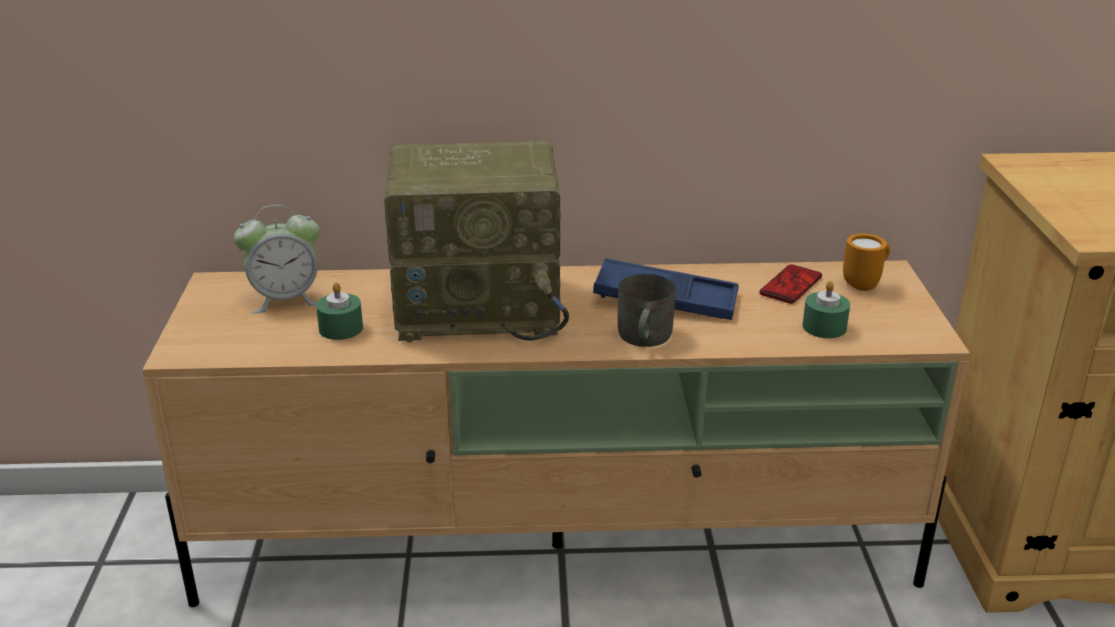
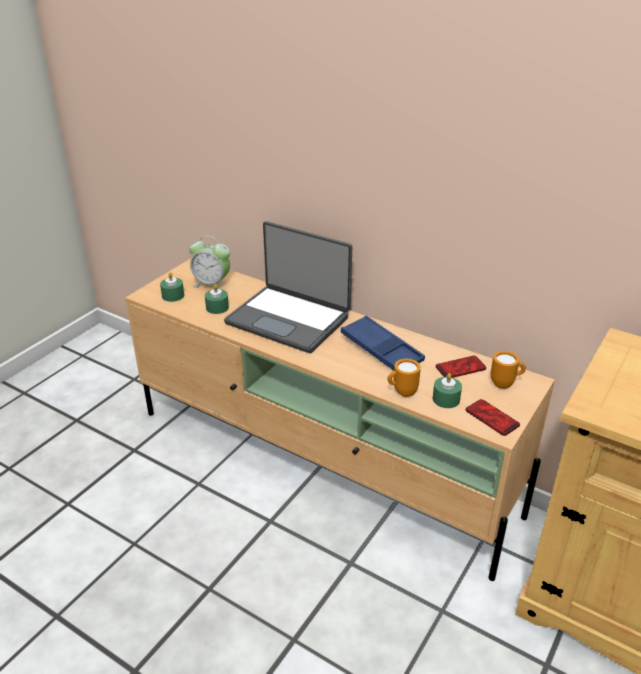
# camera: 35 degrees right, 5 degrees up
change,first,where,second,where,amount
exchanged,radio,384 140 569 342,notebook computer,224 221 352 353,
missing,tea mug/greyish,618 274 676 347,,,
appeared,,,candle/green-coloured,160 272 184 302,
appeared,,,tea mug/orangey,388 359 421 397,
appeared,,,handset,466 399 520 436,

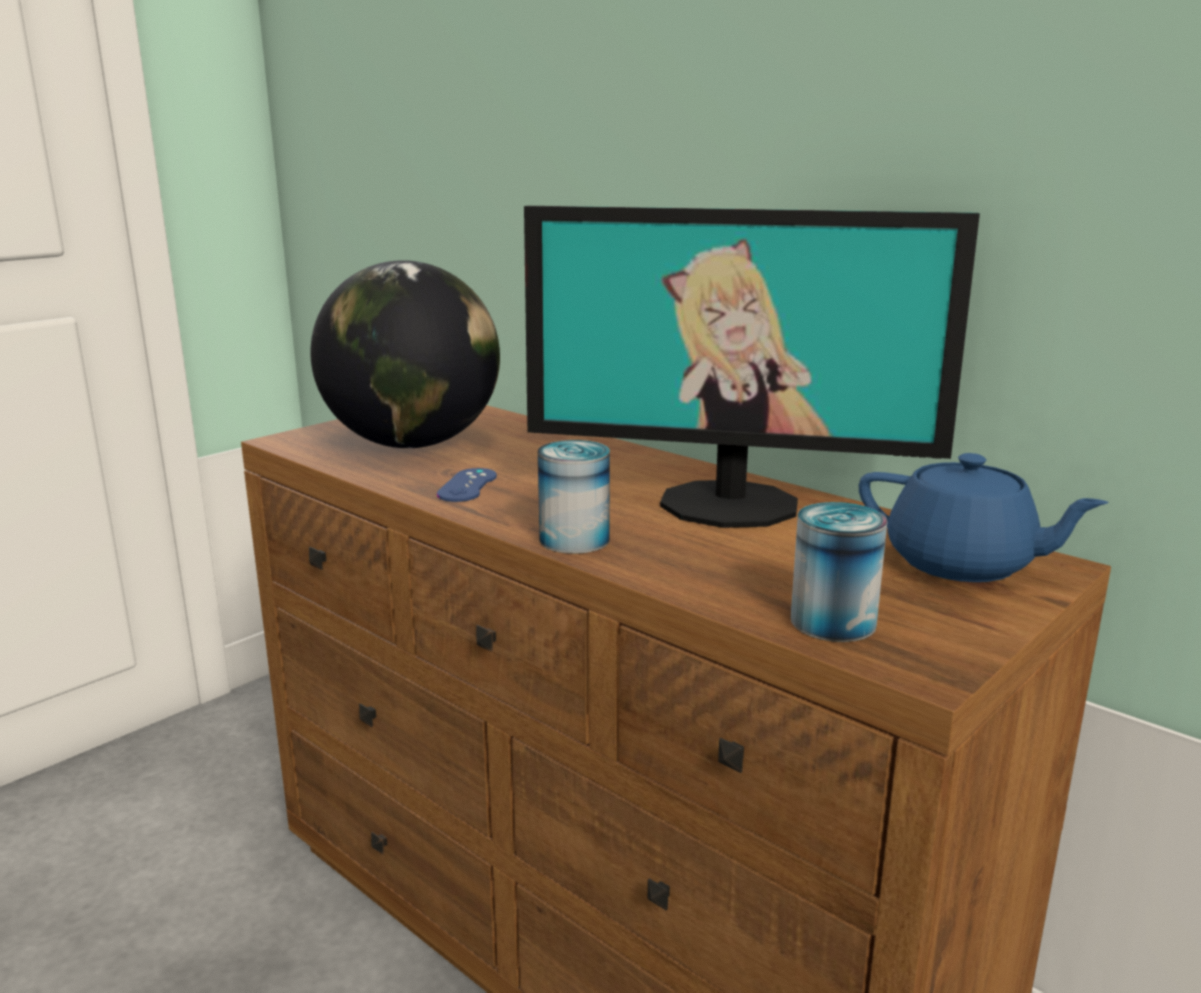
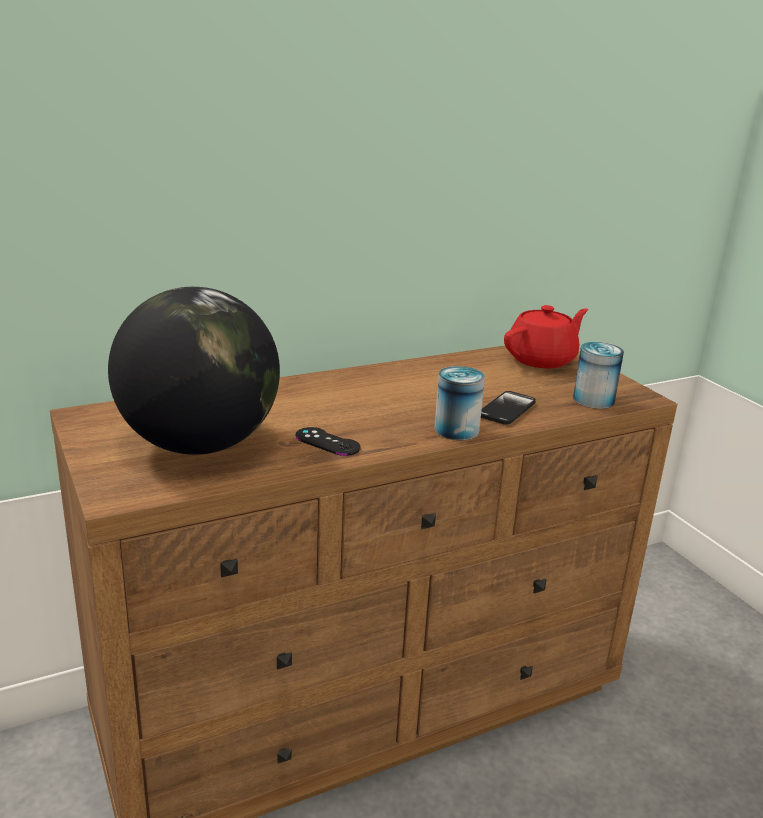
# camera: 70 degrees left, 5 degrees up
change,first,where,second,where,amount
missing,computer screen,524 206 980 528,,,
colour,pot for tea/blue,859 453 1109 582,pot for tea/red,504 305 589 369,
colour,game controller/blue,437 468 497 502,game controller/blackish,295 427 361 456,
appeared,,,handset,481 391 536 425,

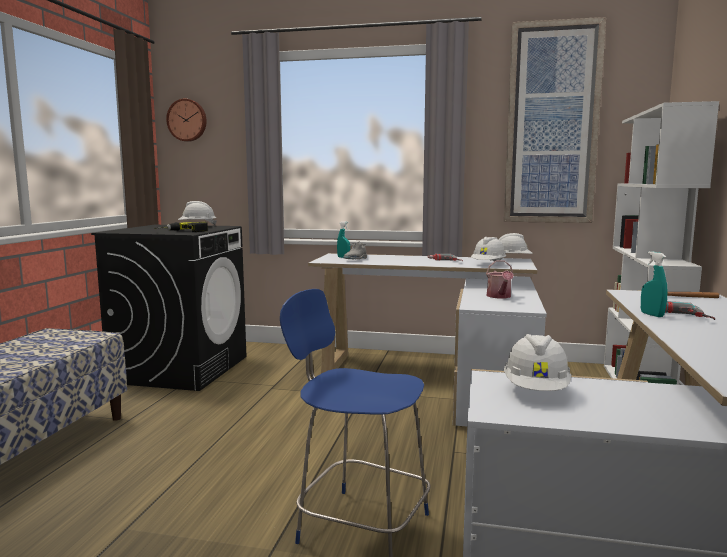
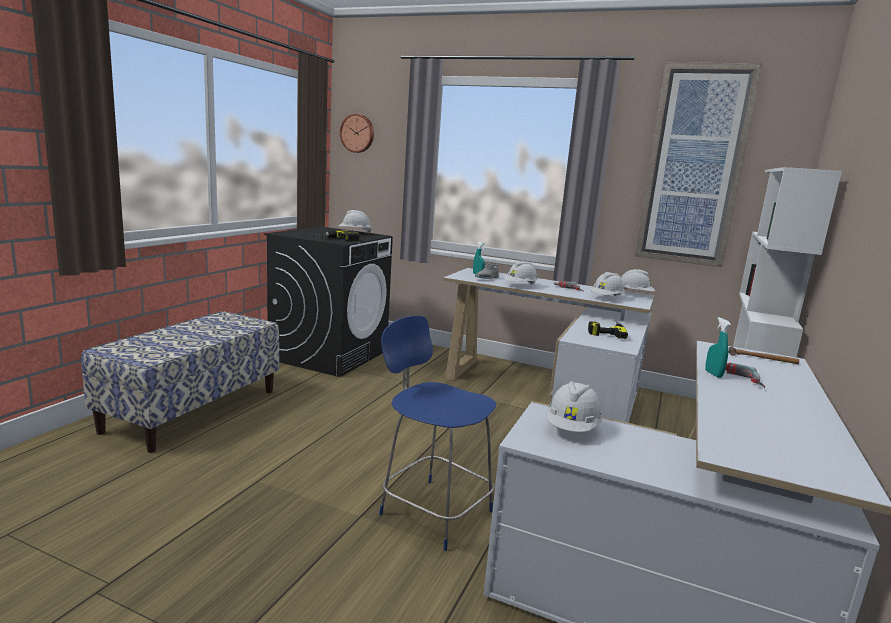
# camera: 10 degrees right, 5 degrees up
change,first,where,second,where,amount
exchanged,watering pot,486 260 514 298,drill,588 321 628 339,
appeared,,,work helmet/white,503 261 538 285,

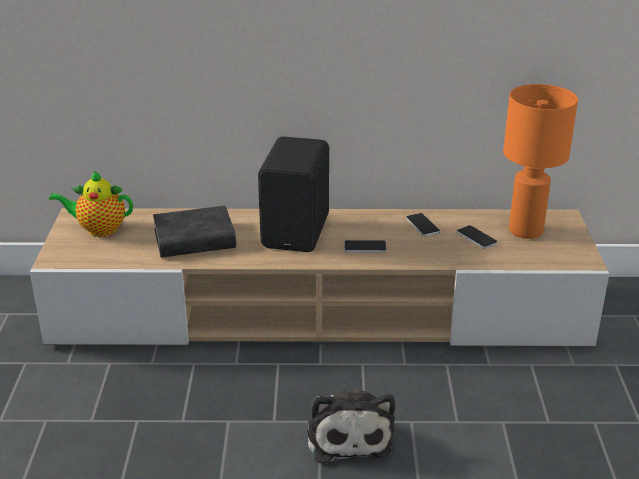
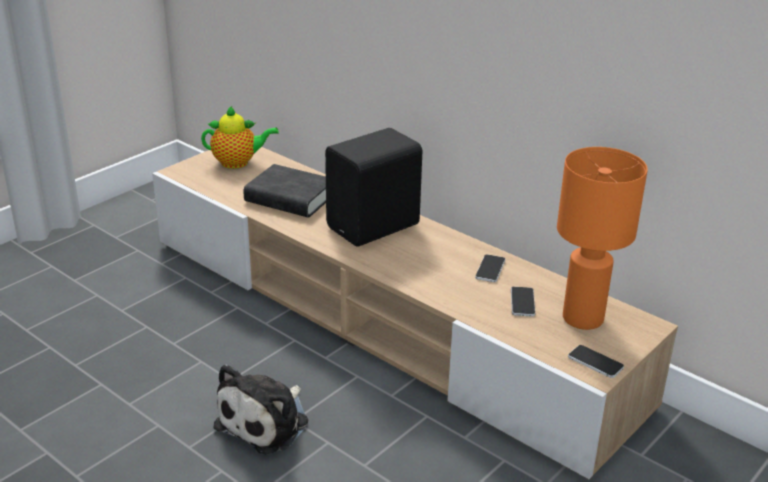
# camera: 40 degrees right, 0 degrees up
change,first,where,second,where,amount
spun,pot for tea,49 170 133 237,,201 106 279 169,135 degrees clockwise
relocated,handset,344 240 387 253,,568 345 624 378,

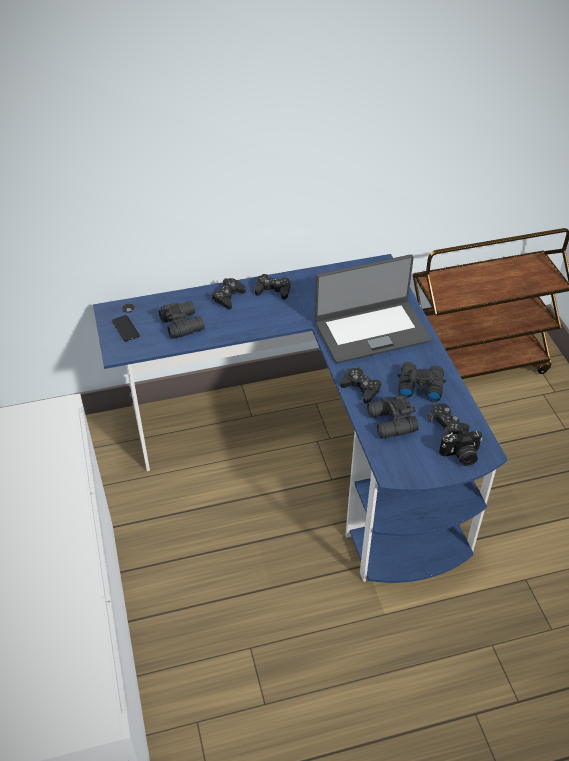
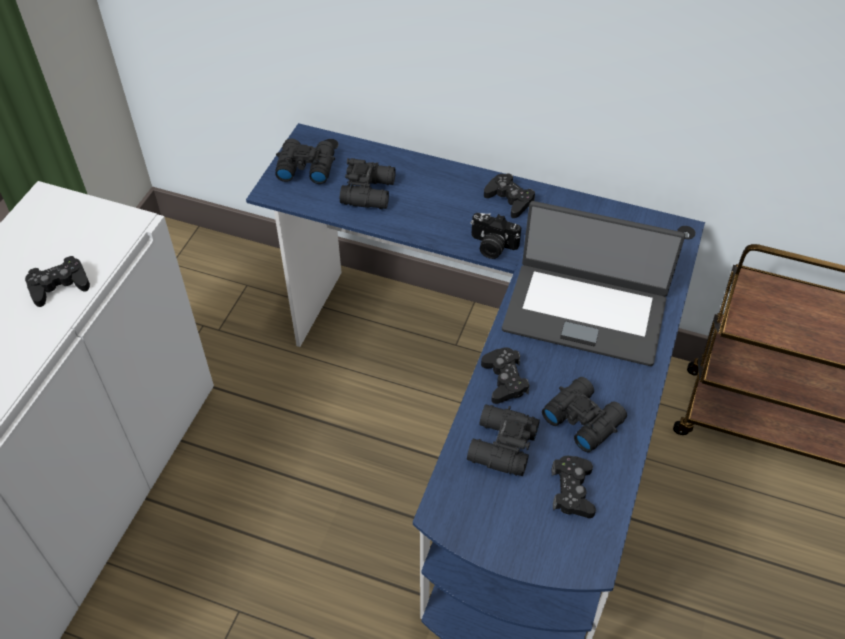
# camera: 35 degrees right, 5 degrees up
change,first,where,second,where,amount
relocated,game controller/blackish,212 278 246 309,,25 256 90 307,
exchanged,handset,112 315 140 341,binoculars/blackish,275 138 335 184,
relocated,photo camera,439 430 482 466,,471 213 521 259,

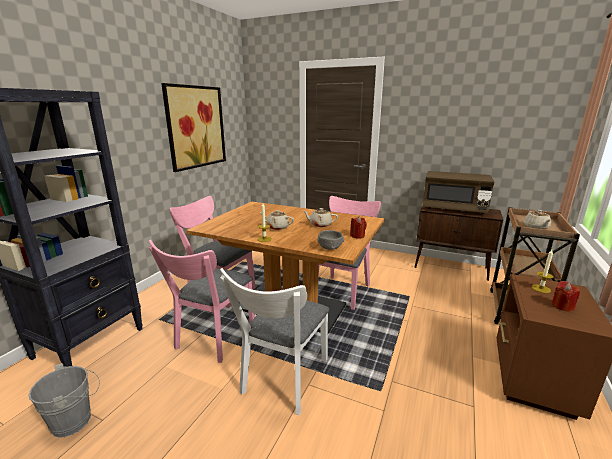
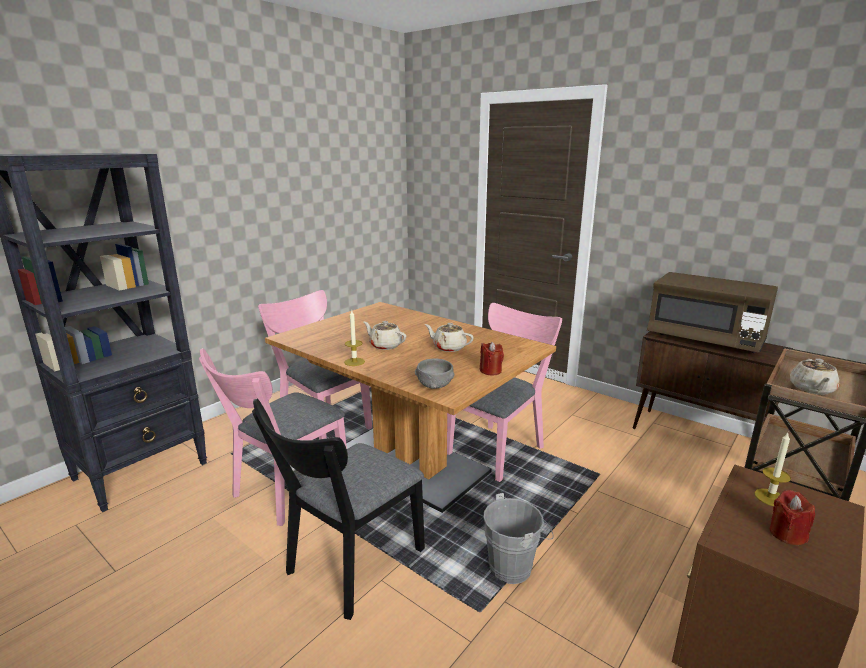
# camera: 15 degrees right, 0 degrees up
change,first,where,second,where,amount
missing,picture,161 83 226 172,,,
colour,chair/white,220 268 329 415,chair/blackish,252 399 425 620,
relocated,water bucket/greyish,28 363 100 438,,483 493 554 584,

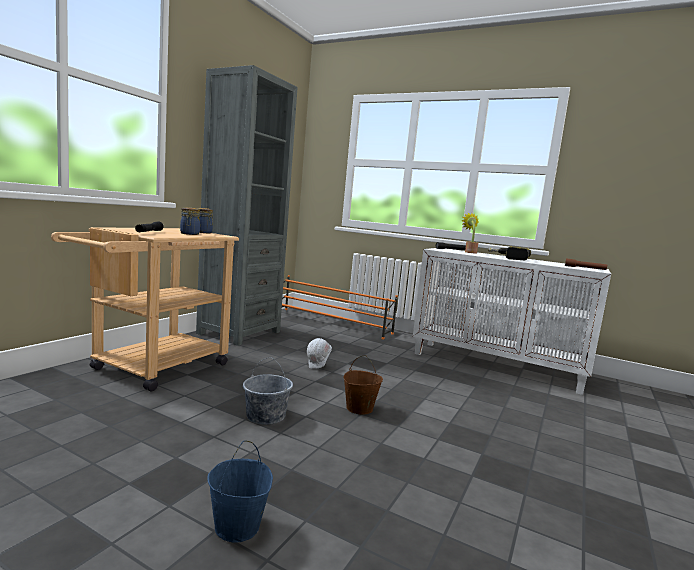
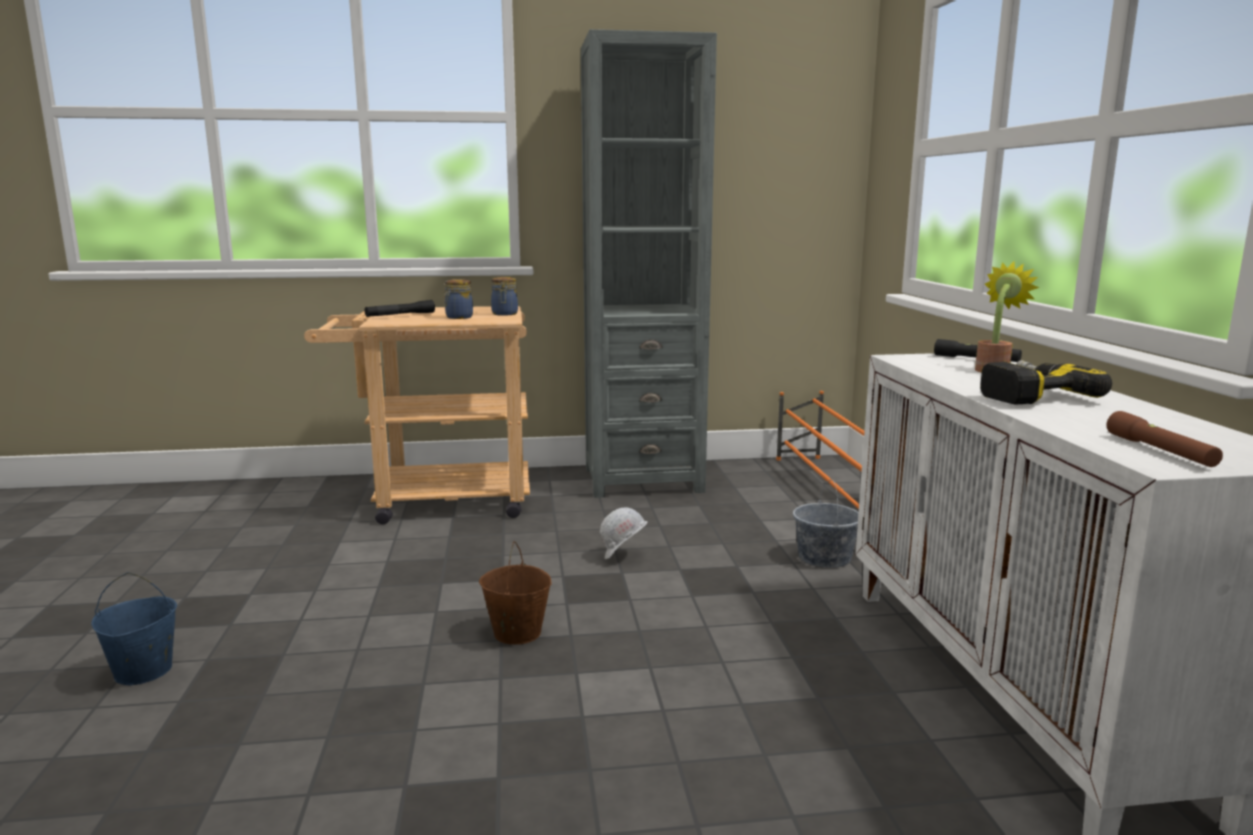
# camera: 55 degrees right, 5 degrees up
change,first,where,second,where,amount
relocated,water bucket/greyish,243 358 293 425,,793 480 859 568,

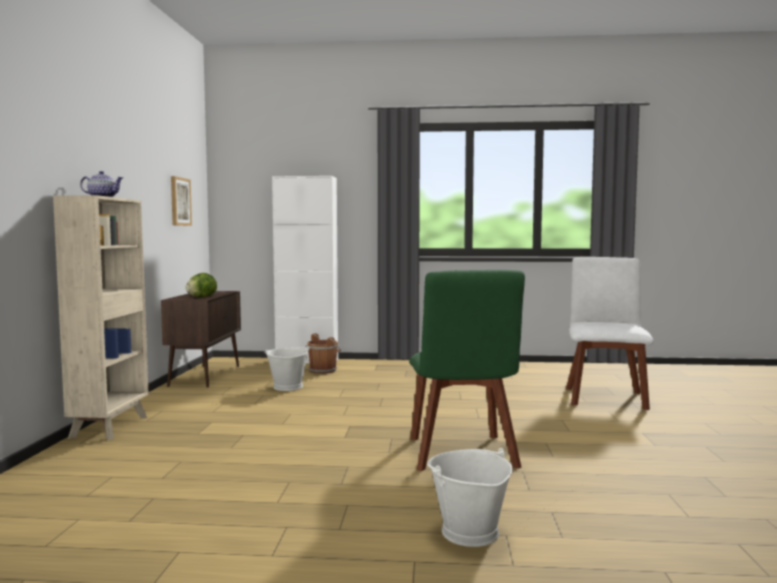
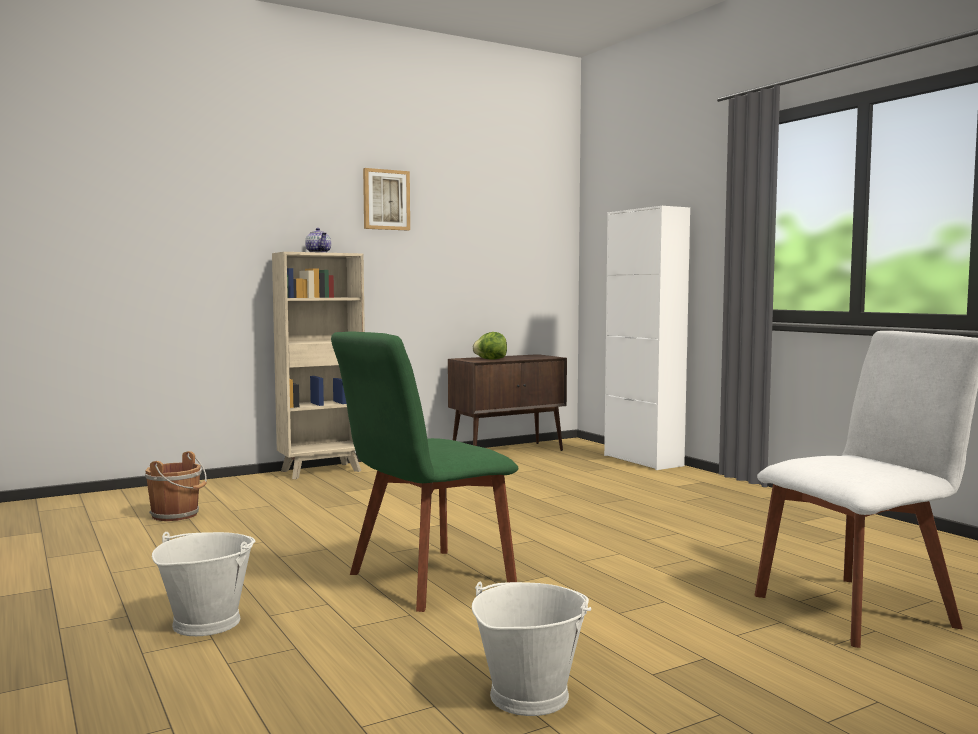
# camera: 55 degrees right, 0 degrees up
change,first,where,second,where,amount
relocated,picture,171 176 192 226,,363 168 410 231,
relocated,water bucket/brownish,306 333 341 374,,145 451 207 521,
relocated,water bucket/white,264 346 310 391,,472 582 592 716,

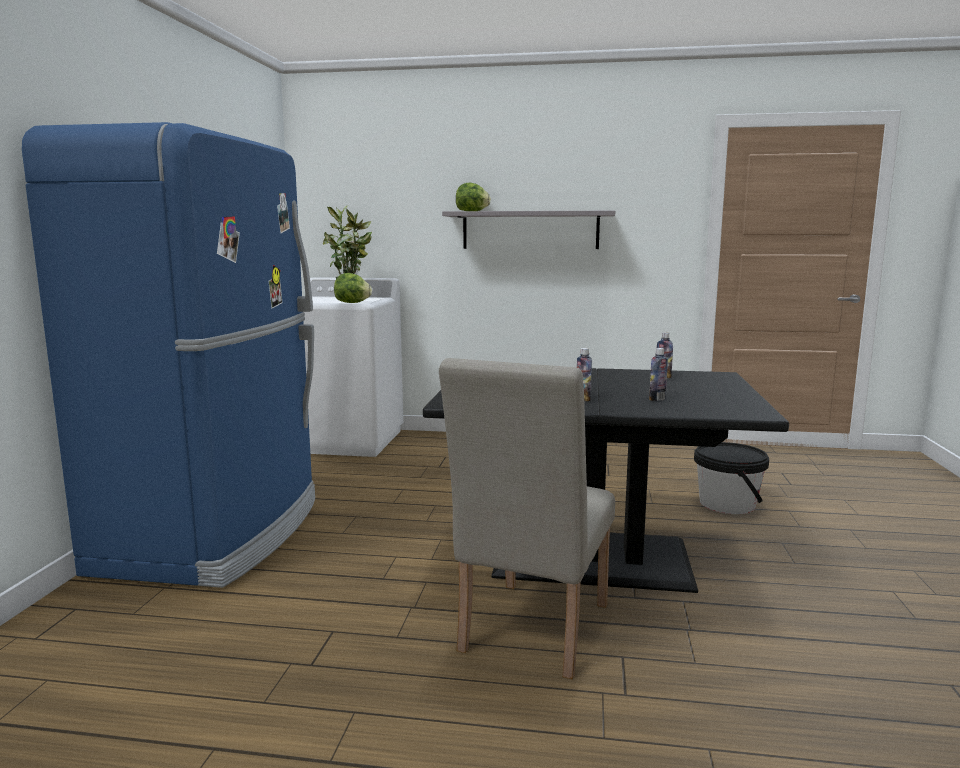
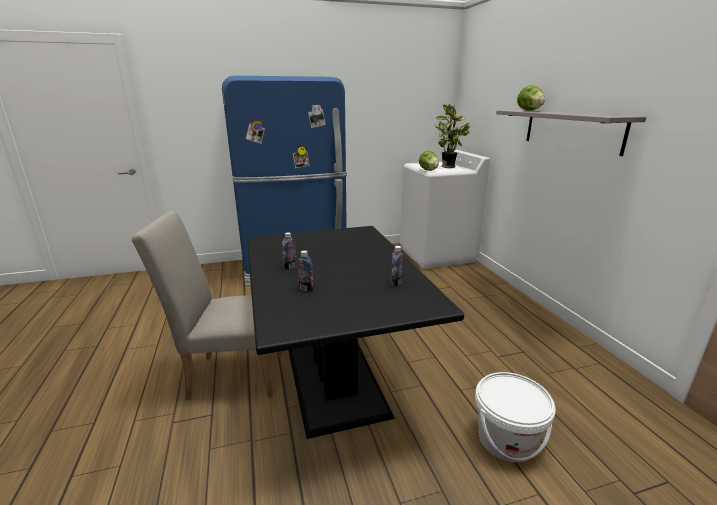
# camera: 65 degrees right, 10 degrees up
change,first,where,second,where,amount
colour,water bucket/blackish,694 442 769 514,water bucket/white,475 372 556 463,

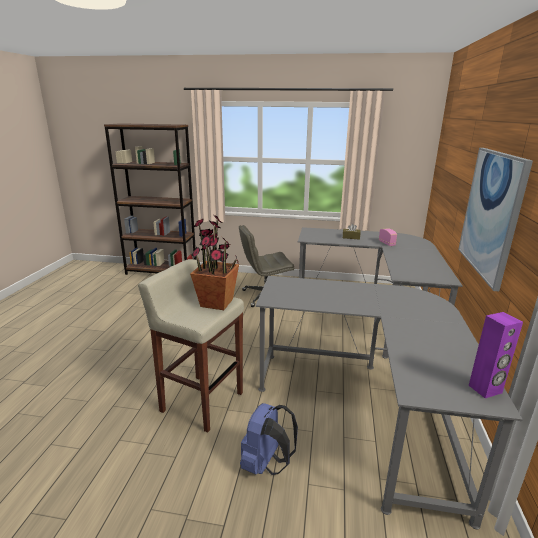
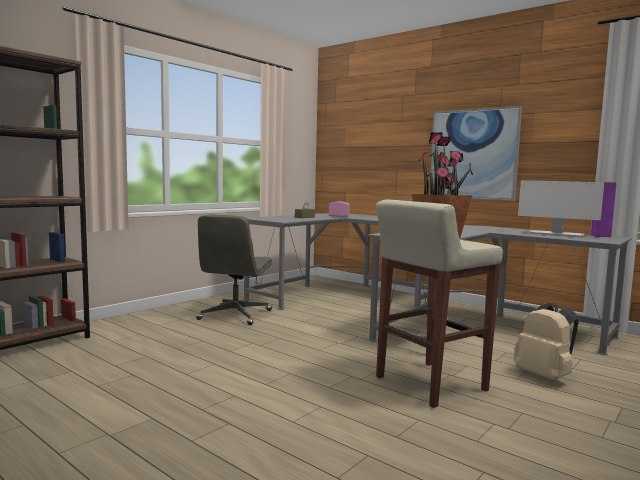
# camera: 60 degrees left, 15 degrees down
change,first,where,second,where,amount
colour,backpack/blue,240 403 298 475,backpack/beige,513 303 579 380,
appeared,,,computer screen,518 180 604 238,

